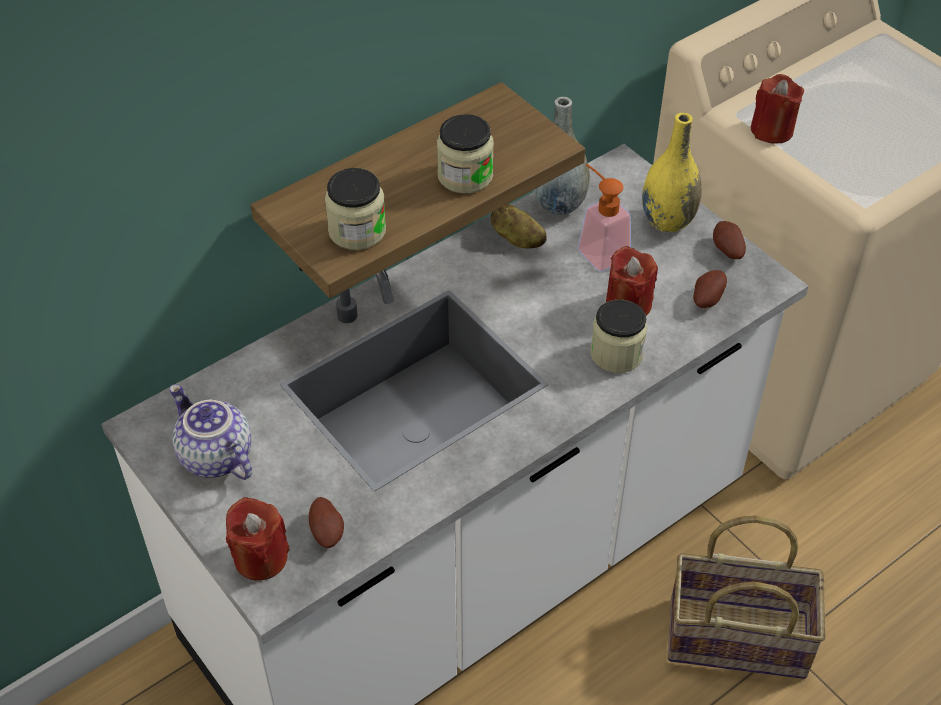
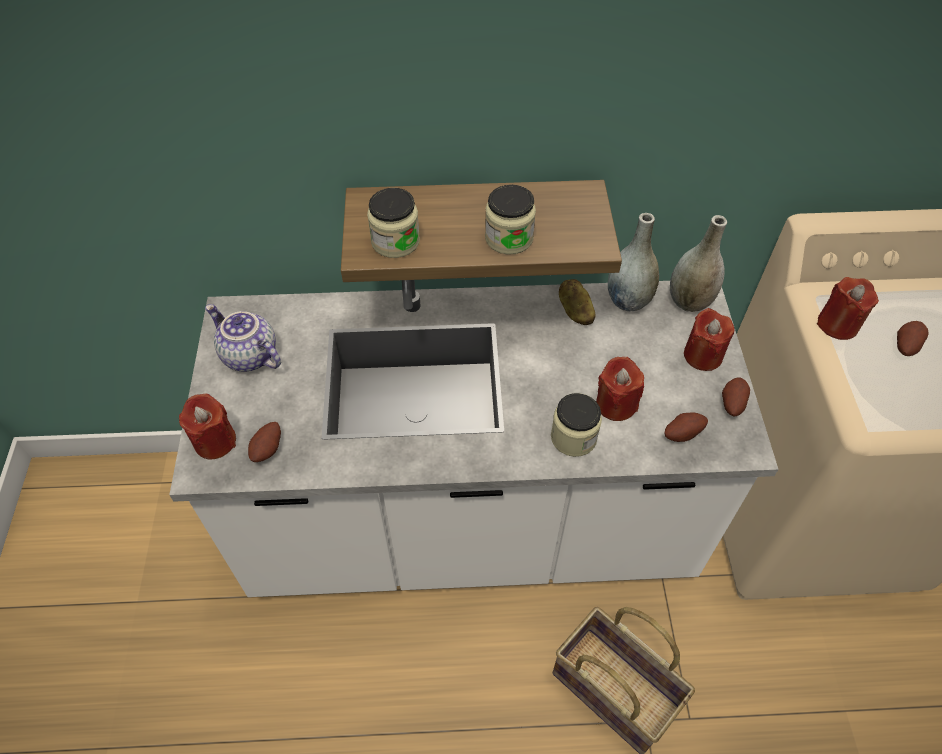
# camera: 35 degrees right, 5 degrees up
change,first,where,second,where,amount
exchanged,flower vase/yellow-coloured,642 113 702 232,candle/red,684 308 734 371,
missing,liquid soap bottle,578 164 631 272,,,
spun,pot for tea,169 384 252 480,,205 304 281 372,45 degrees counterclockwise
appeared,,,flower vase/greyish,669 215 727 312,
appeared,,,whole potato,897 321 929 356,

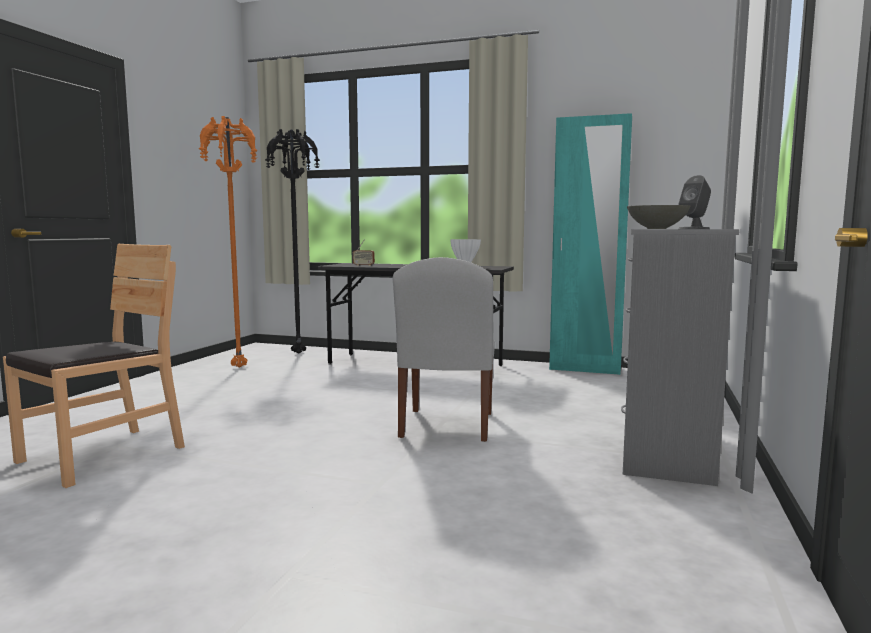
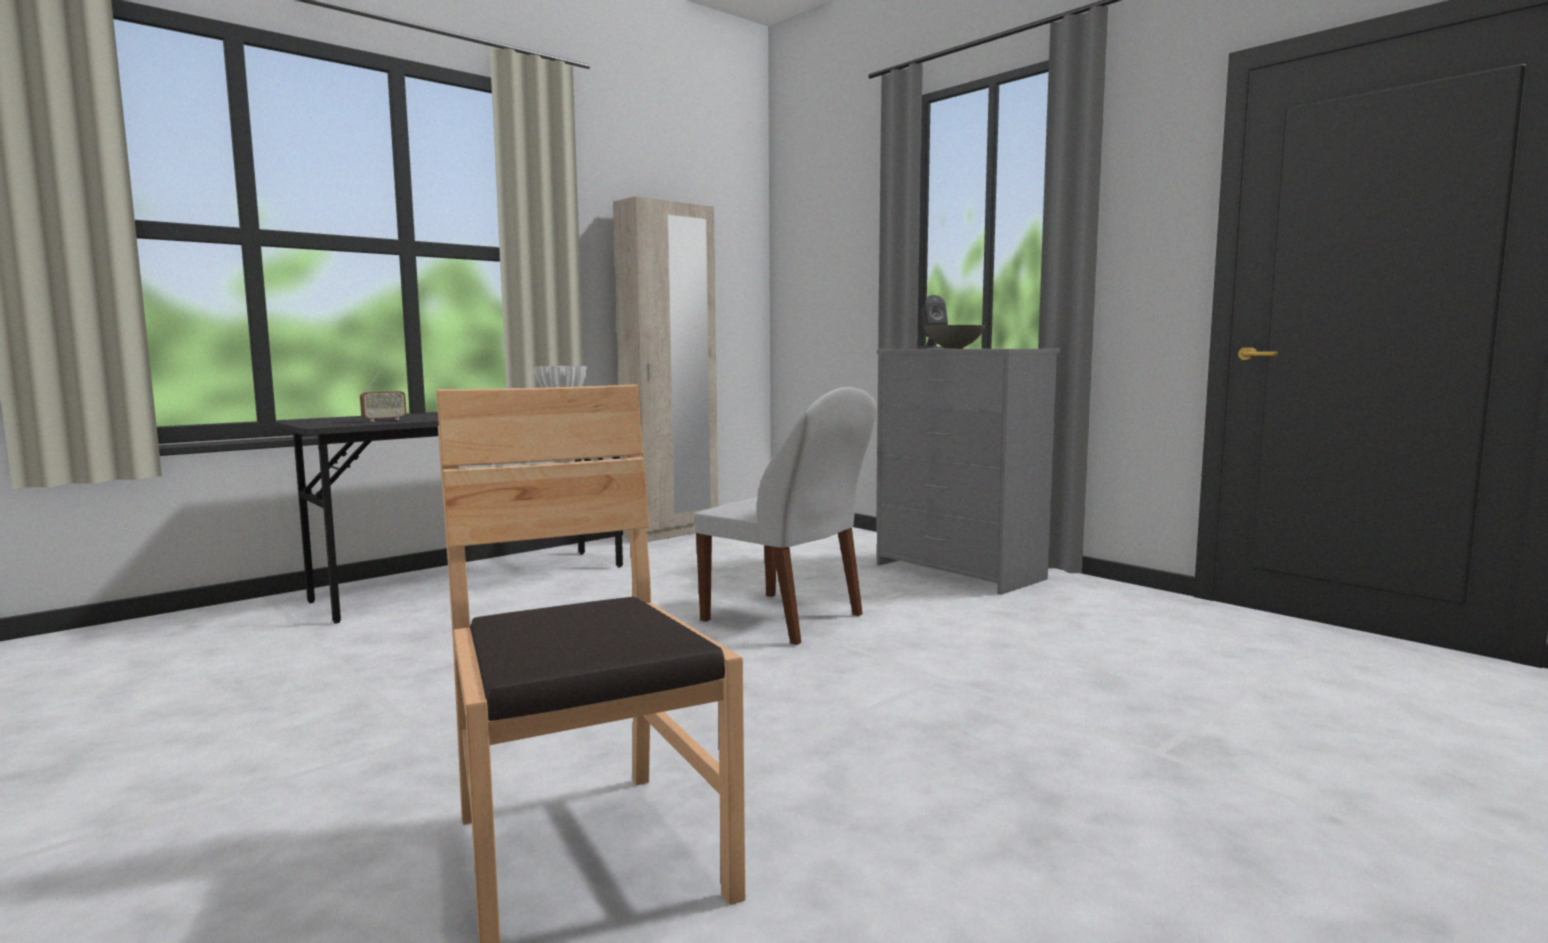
# camera: 60 degrees left, 0 degrees up
change,first,where,second,where,amount
colour,wardrobe/blue-green,549 113 632 375,wardrobe/beige,613 196 718 542,
missing,standing lamp/orangey,199 116 258 368,,,
missing,standing lamp/blackish,265 129 320 353,,,

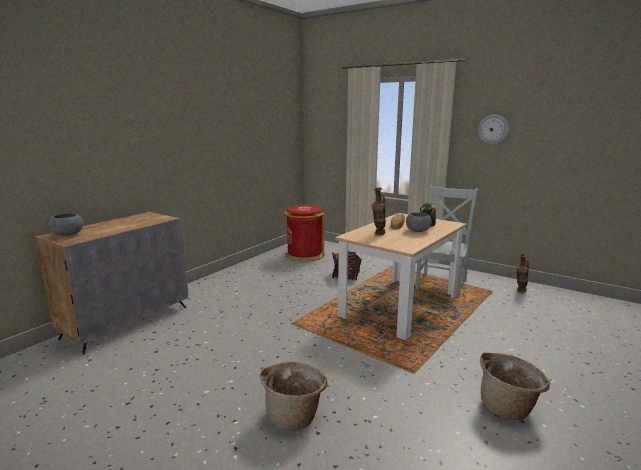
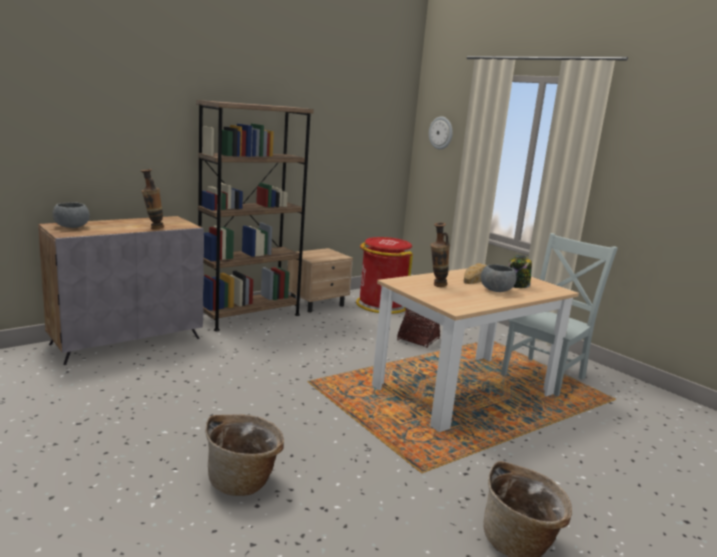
# camera: 15 degrees right, 0 degrees up
change,first,where,second,where,amount
relocated,hanging clock,478 114 509 145,,429 116 453 150,
relocated,flower vase,516 254 529 292,,141 169 164 230,
appeared,,,bookshelf/brownish,196 100 314 331,
appeared,,,night table/beige,287 248 353 313,

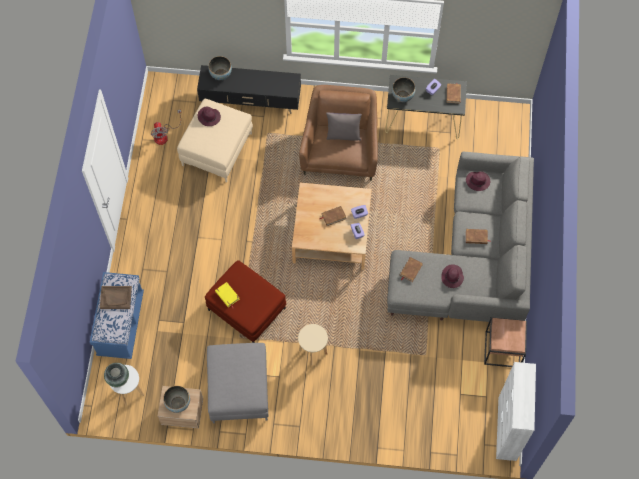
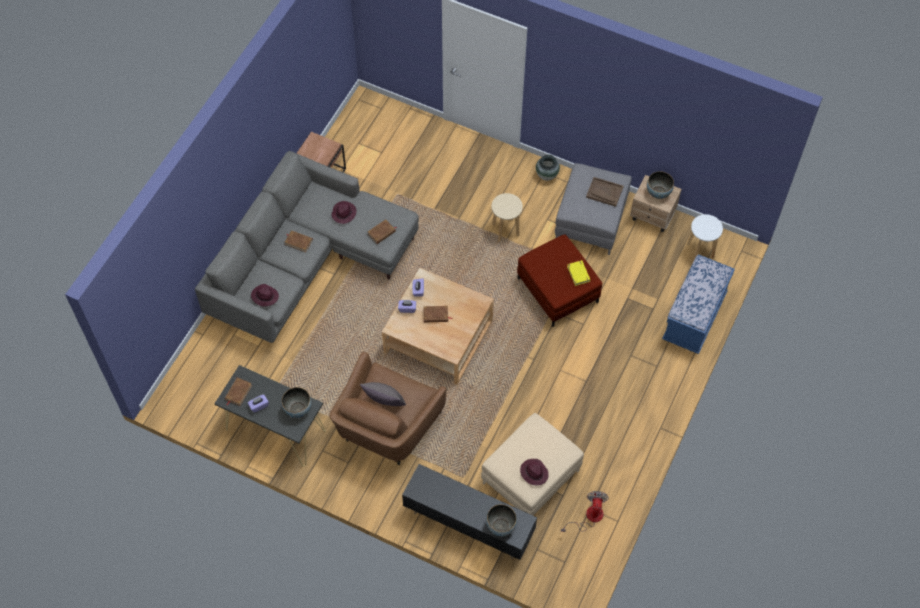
# camera: 160 degrees left, 5 degrees down
change,first,where,second,where,amount
relocated,tray/brownish,100 286 132 309,,586 177 624 207,
missing,cupboard/white,496 362 536 461,,,
relocated,flower vase,104 363 129 388,,536 154 560 181,

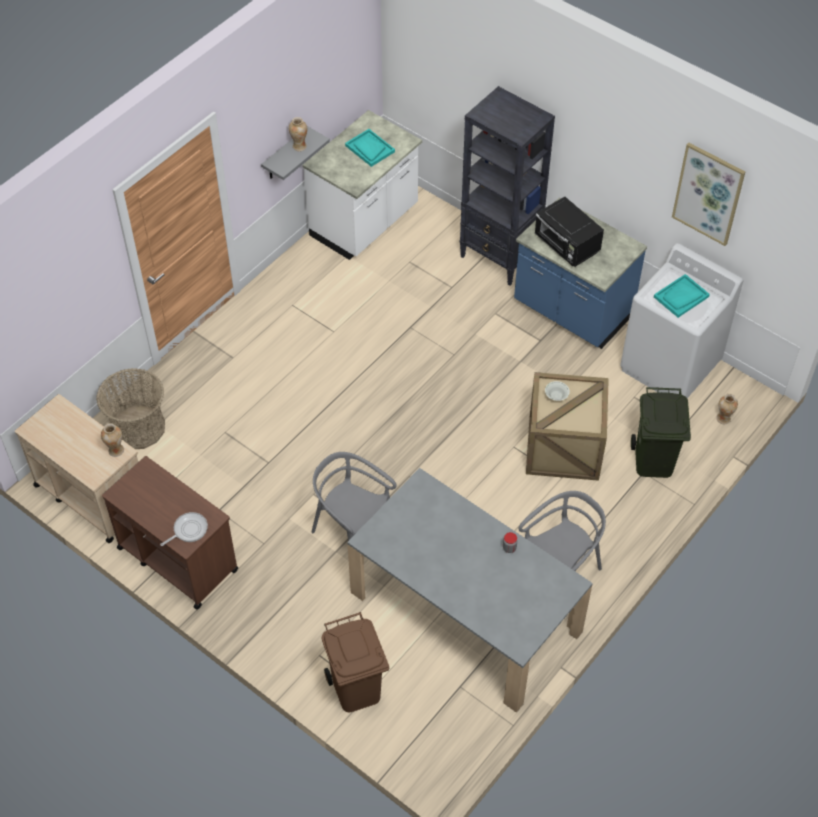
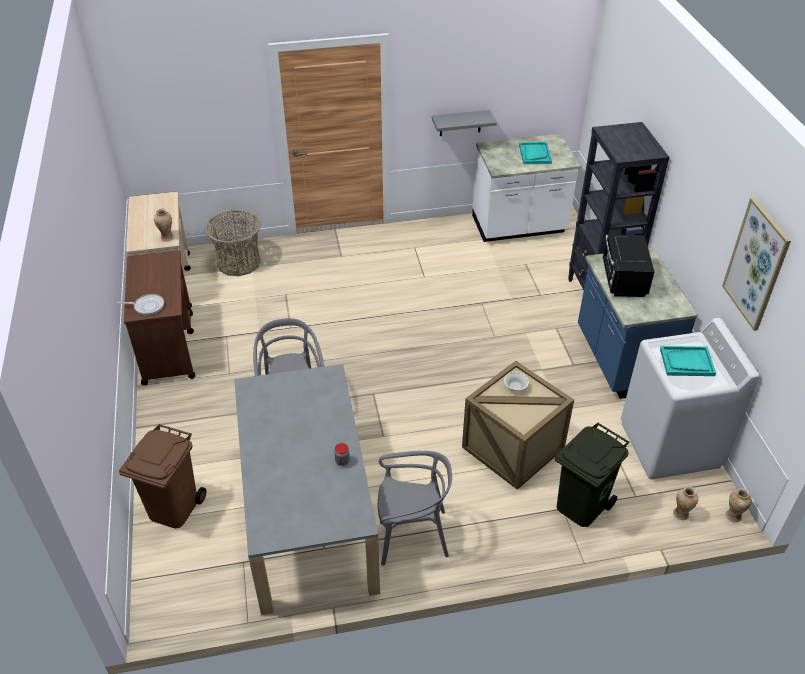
# camera: 40 degrees right, 10 degrees down
change,first,where,second,where,amount
relocated,flower vase,289 117 307 151,,726 488 752 523,

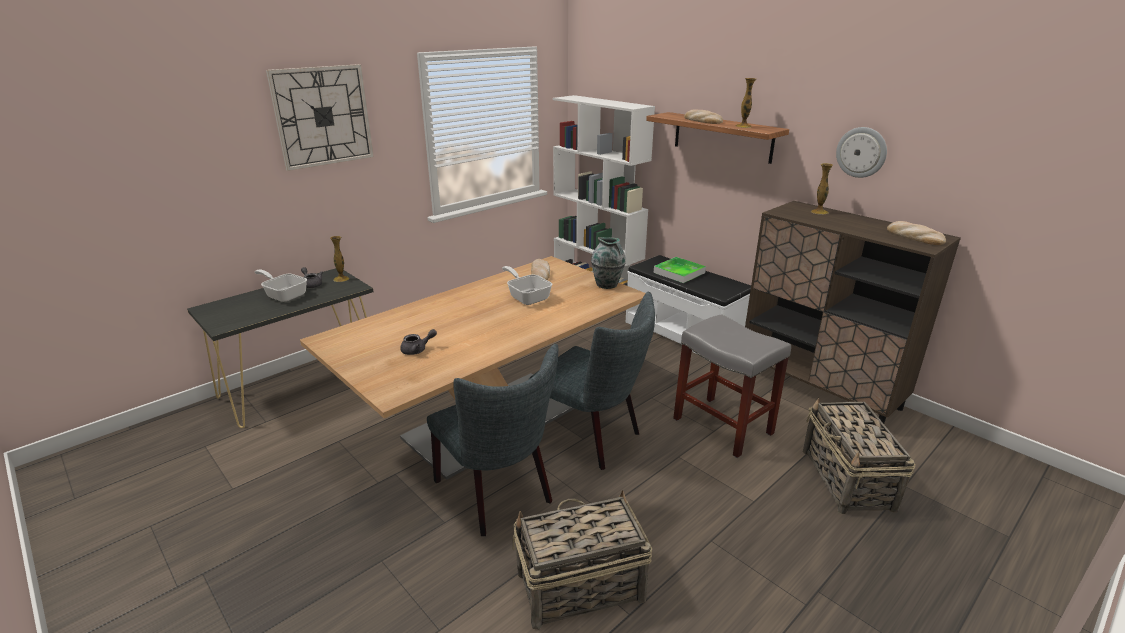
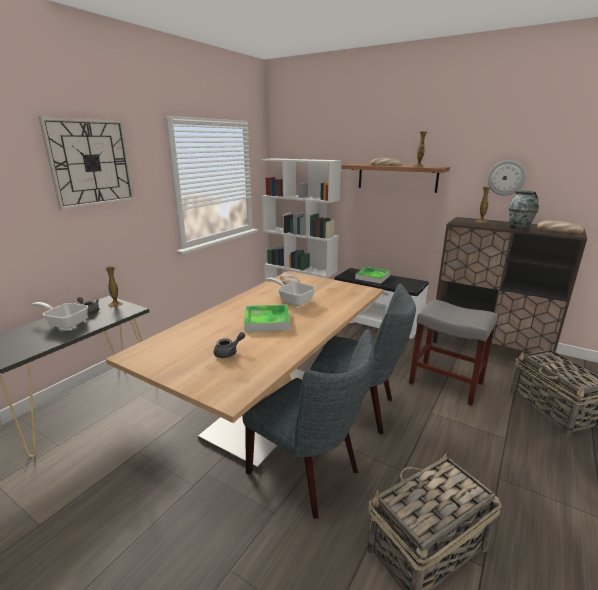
# camera: 15 degrees left, 5 degrees down
change,first,where,second,where,amount
relocated,flower vase,591 237 626 289,,509 190 539 230,
appeared,,,tray,244 304 290 332,

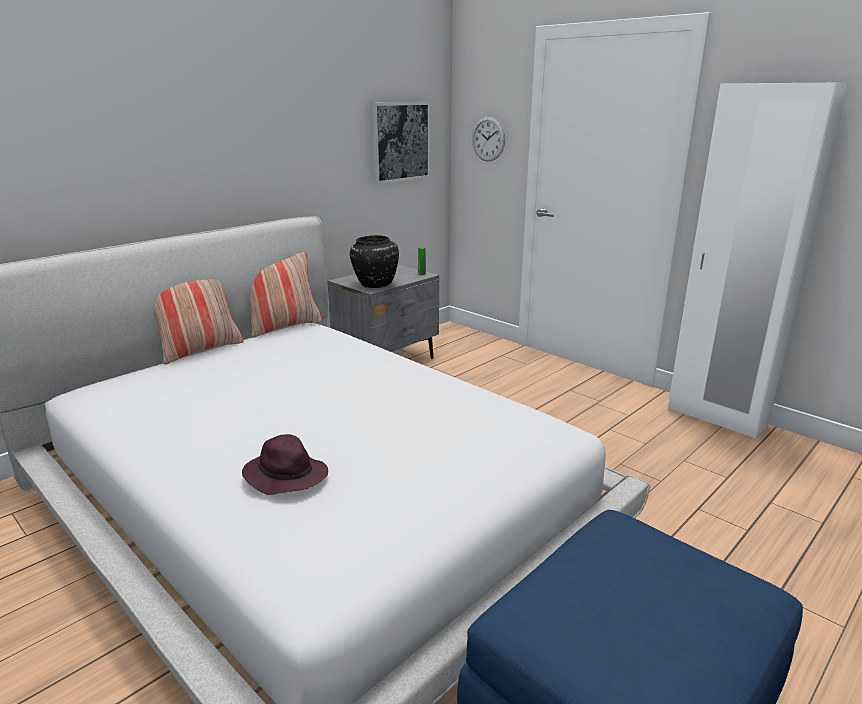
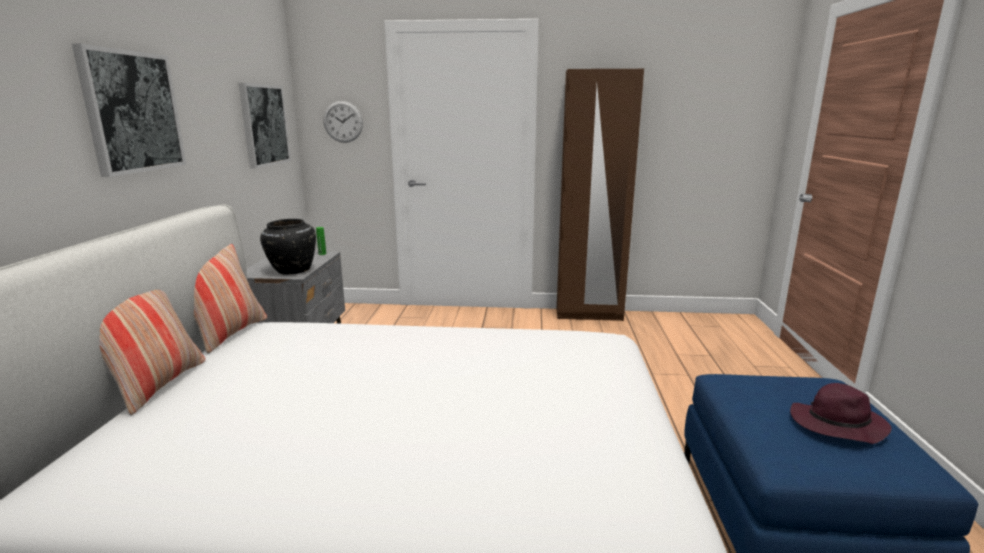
# camera: 40 degrees left, 5 degrees down
change,first,where,second,where,amount
colour,wardrobe/white,668 83 849 438,wardrobe/brownish,557 69 644 321,
relocated,clothing hat/purple,242 434 328 495,,790 383 892 444,
appeared,,,picture,72 44 186 177,

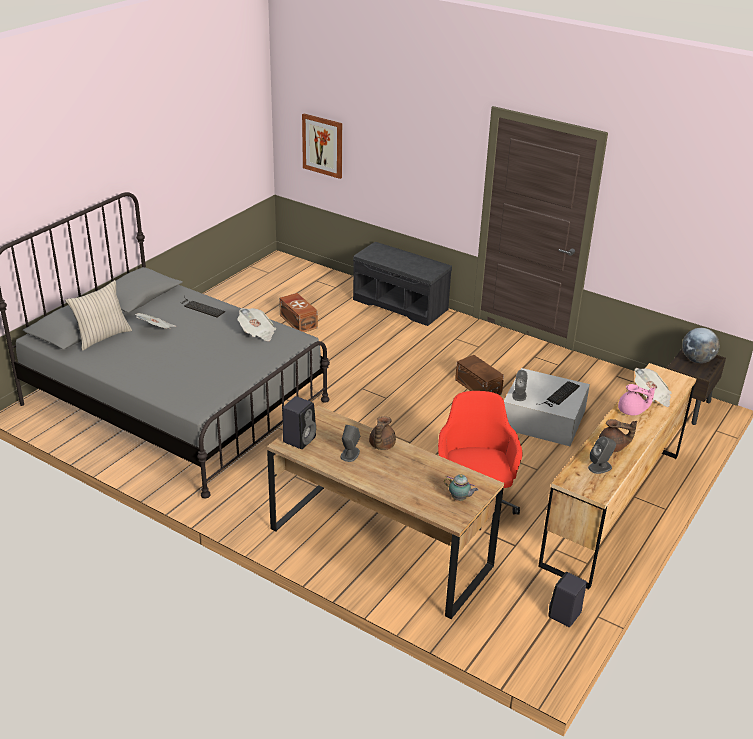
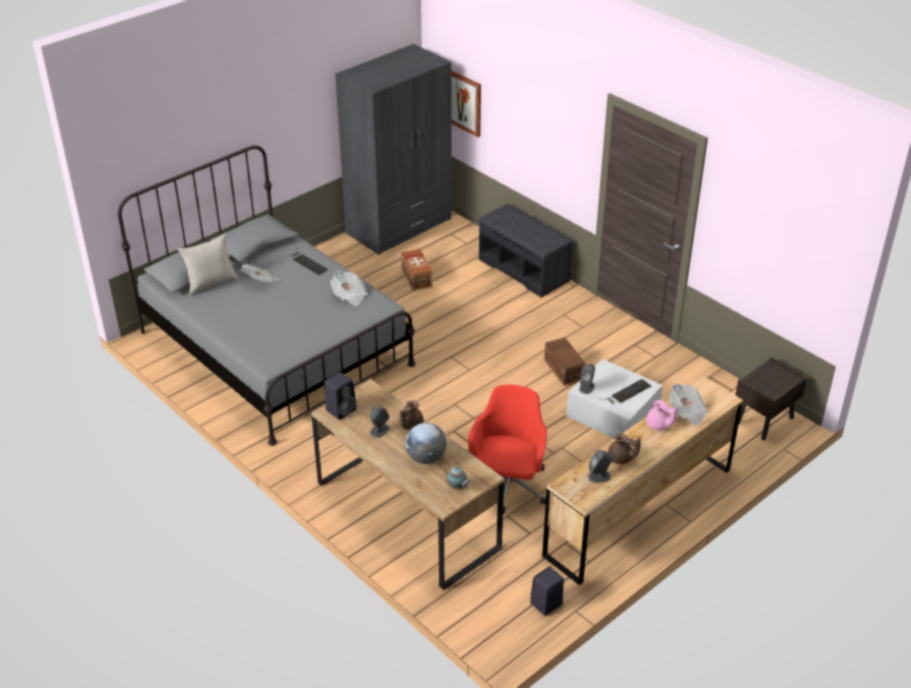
# camera: 15 degrees right, 5 degrees up
change,first,where,second,where,amount
relocated,world globe,682 328 720 363,,406 423 447 464,
appeared,,,wardrobe/greyish,335 44 452 255,

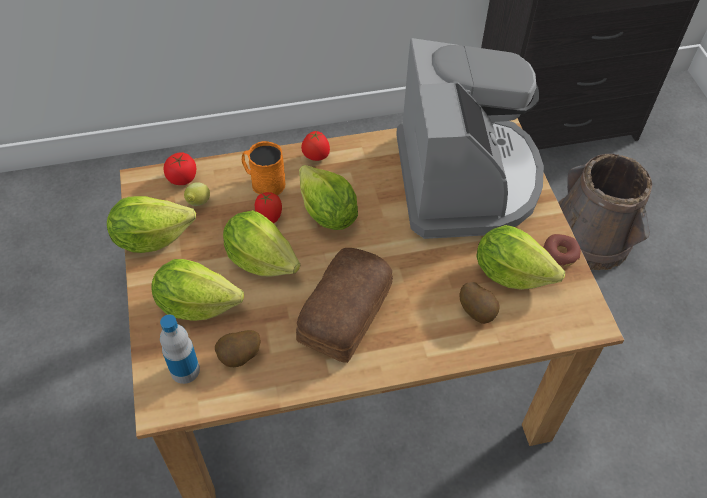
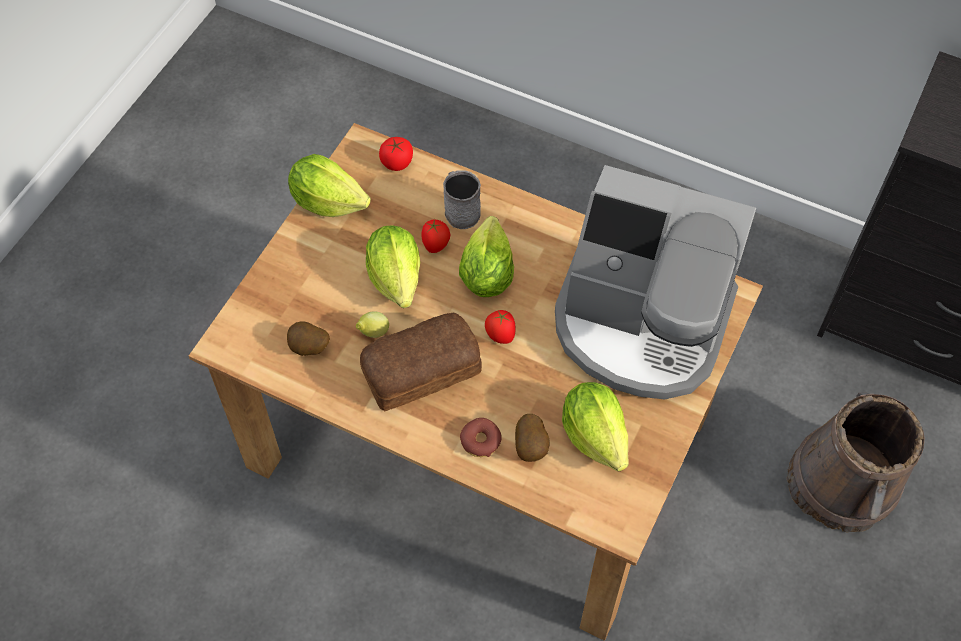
# camera: 40 degrees right, 5 degrees up
change,first,where,second,where,amount
spun,coffee machine,396 38 544 239,,555 165 756 399,75 degrees clockwise
relocated,tomato,301 131 330 161,,485 310 515 344,
colour,tea mug/orangey,242 141 285 195,tea mug/greyish,443 170 481 229,
relocated,citrus fruit,184 182 210 206,,356 311 389 338,
relocated,doughnut,544 234 581 266,,460 418 502 457,
missing,lettuce head,151 259 244 321,,,
missing,drink bottle,160 315 200 384,,,

